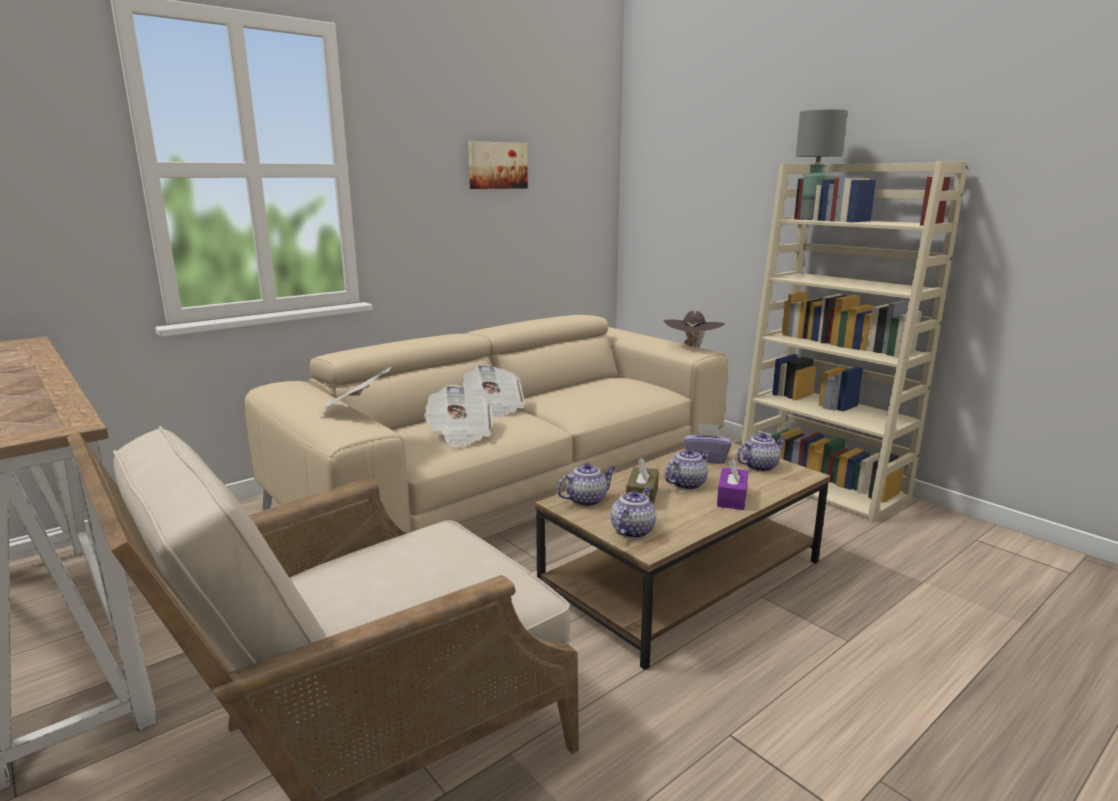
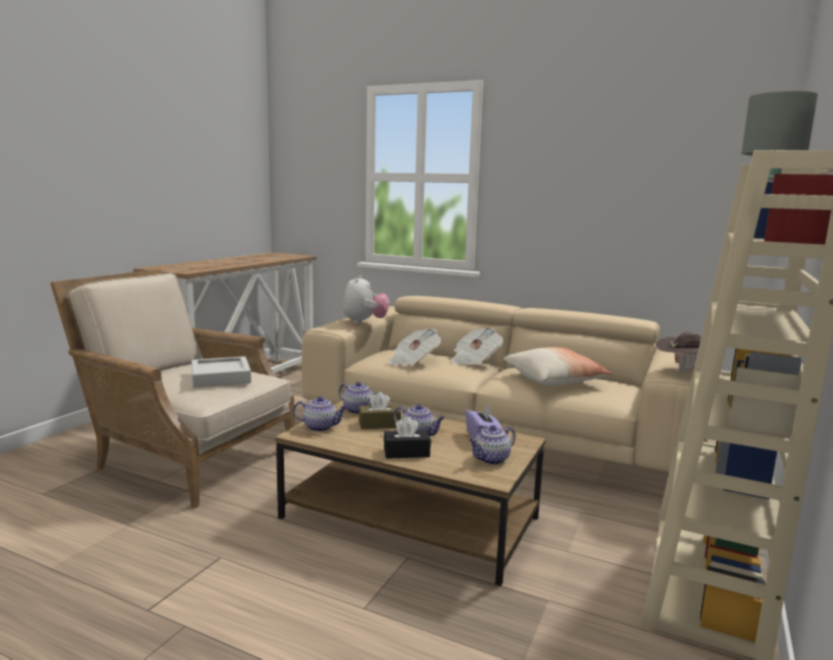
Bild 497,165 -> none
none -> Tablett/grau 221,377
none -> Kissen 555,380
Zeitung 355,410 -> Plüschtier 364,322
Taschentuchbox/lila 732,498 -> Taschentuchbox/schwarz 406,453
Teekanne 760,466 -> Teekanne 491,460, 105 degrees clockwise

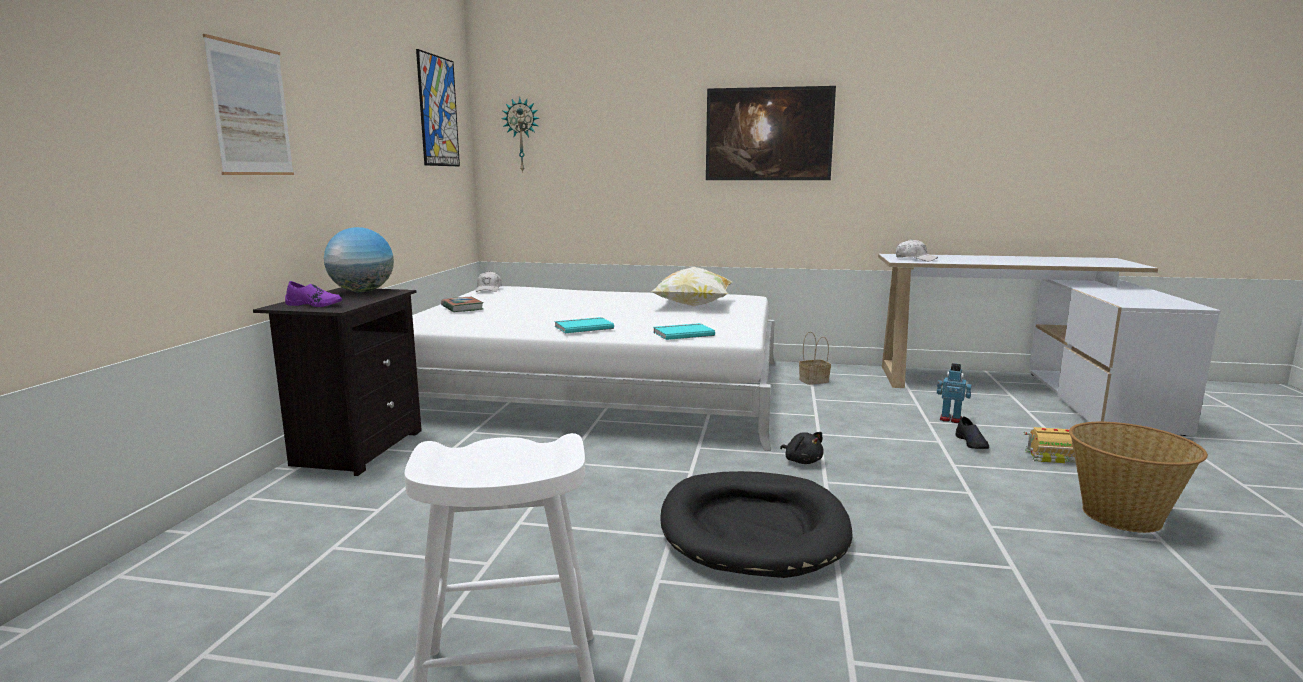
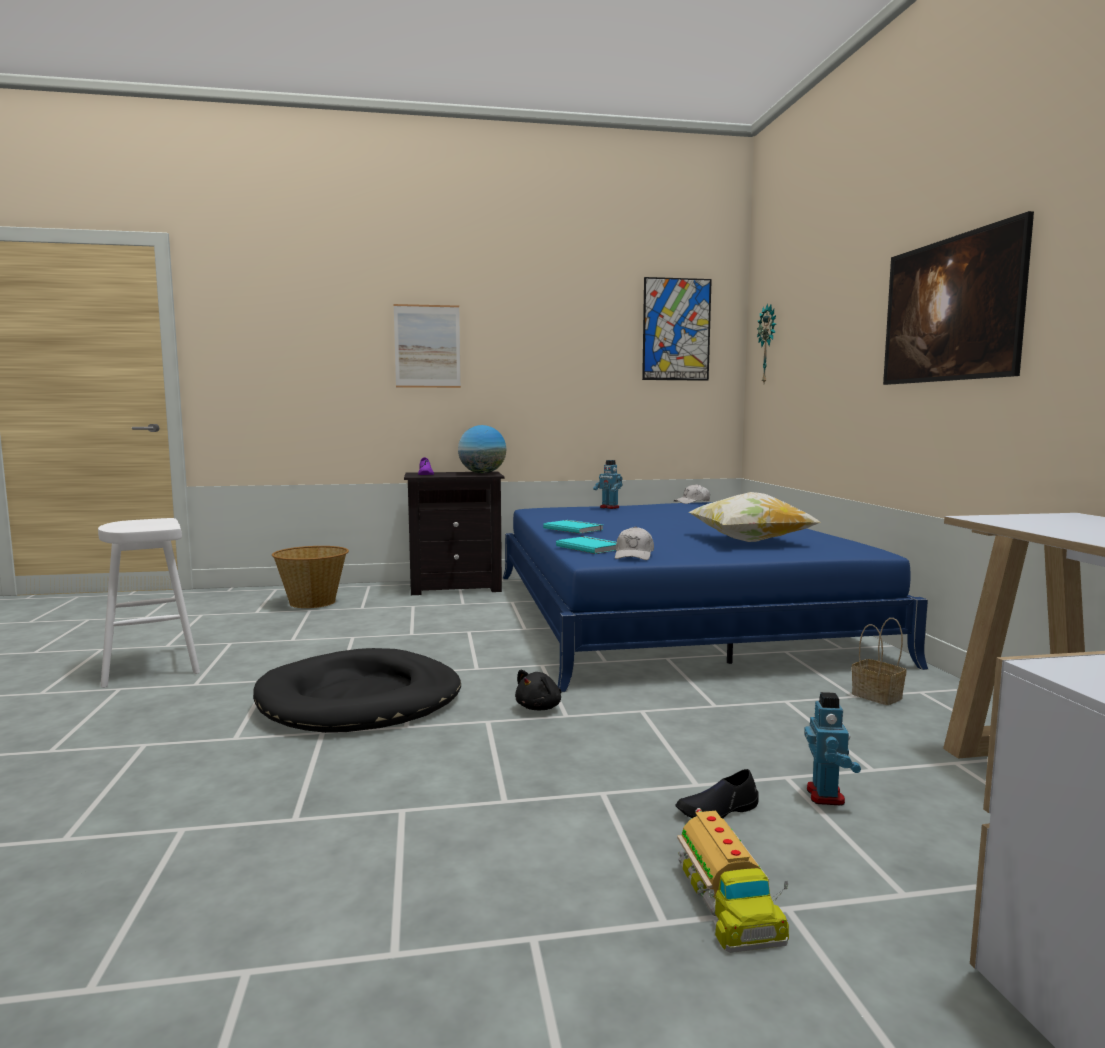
Kappe/weiß 915,259 -> Kappe/weiß 634,555, moved
Korb 1122,515 -> Korb 313,602, moved
Buch 462,308 -> Spielzeugroboter 609,508
Bett/weiß 595,389 -> Bett/blau 669,614

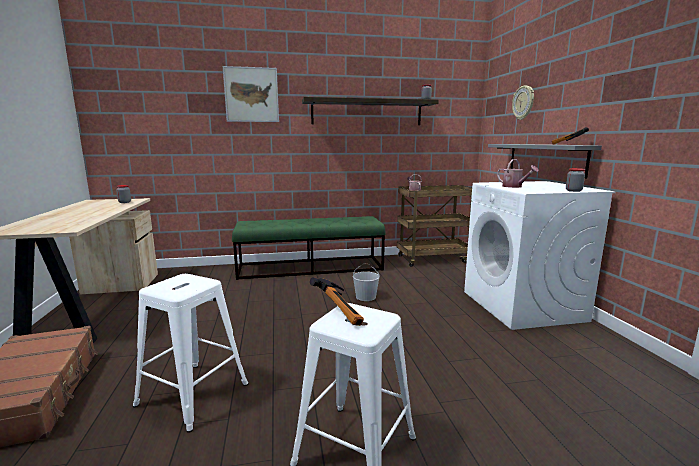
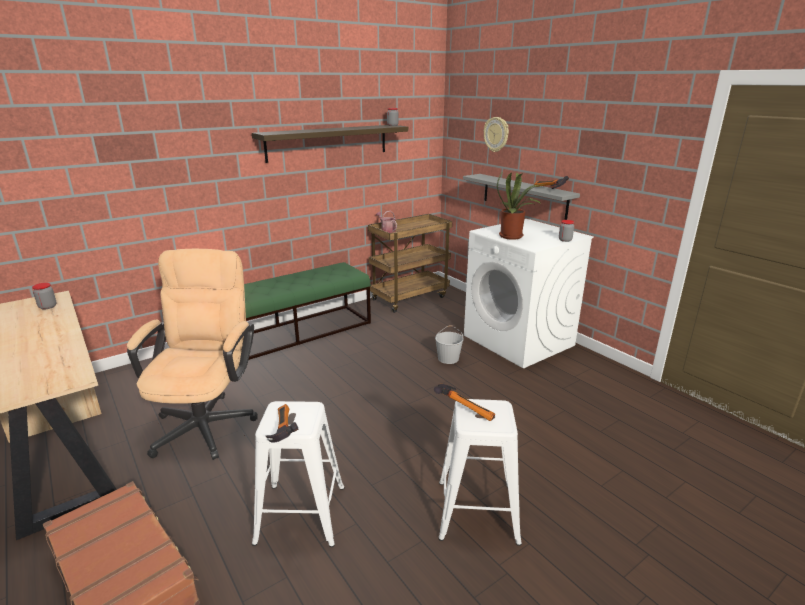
Bild 251,94 -> none
none -> Bürostuhl/beige 207,421
none -> Hammer 280,431
Eimer/weiß 366,297 -> Eimer/weiß 448,358, moved
Gießkanne 514,186 -> Topfpflanze 513,236

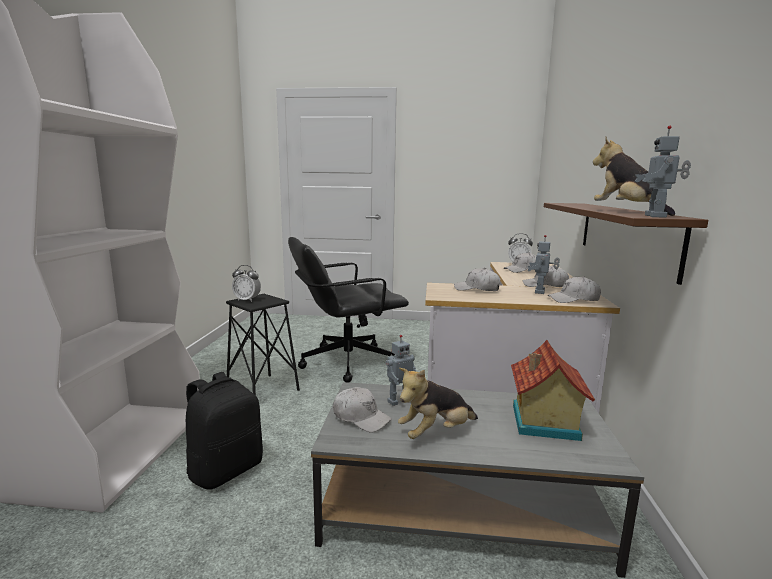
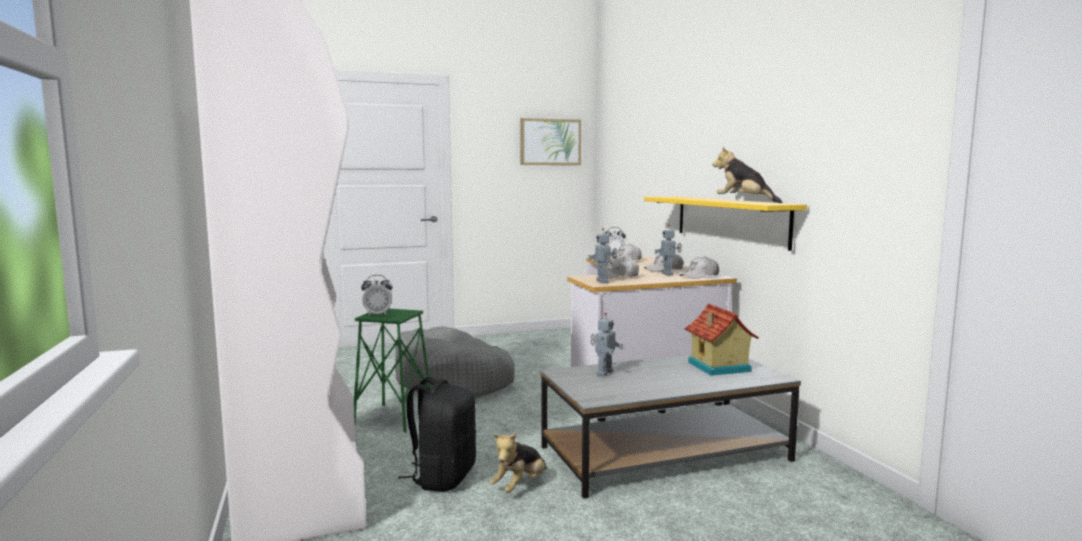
Kappe/weiß 361,417 -> none
none -> Bild 550,142
Plüschtier 436,433 -> Plüschtier 520,486, moved
Spielzeugroboter 657,216 -> Spielzeugroboter 603,281, moved
Bürostuhl/schwarz 346,362 -> Hundebett/grau 452,381
Hocker/schwarz 263,391 -> Hocker/grün 394,418
Wandregal/braun 624,234 -> Wandregal/gelb 729,220

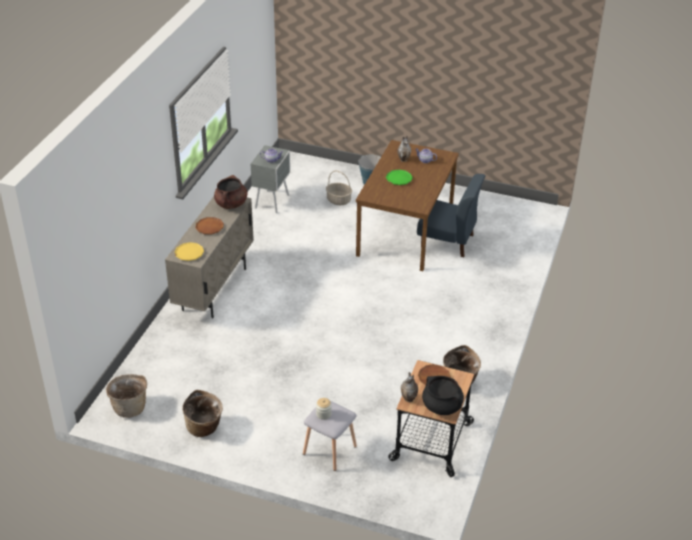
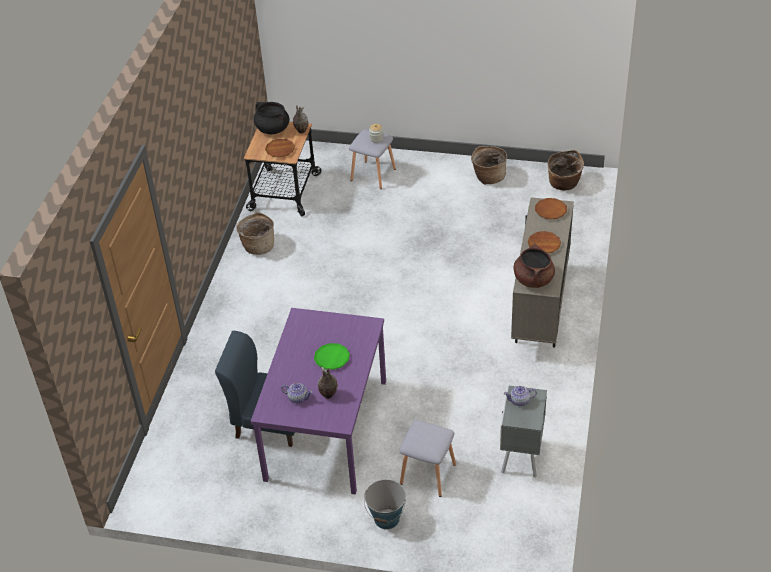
Korb 339,200 -> Hocker/grau 427,474
Teller/gelb 189,253 -> Teller/braun 550,210
Esstisch/braun 406,232 -> Esstisch/lila 326,428

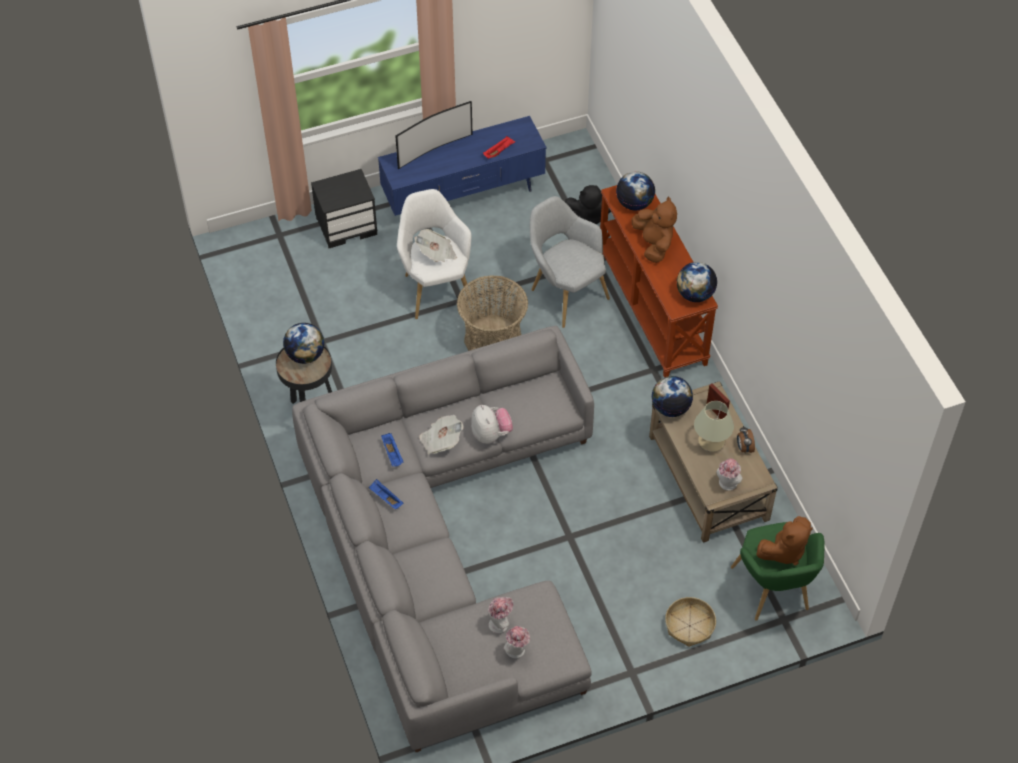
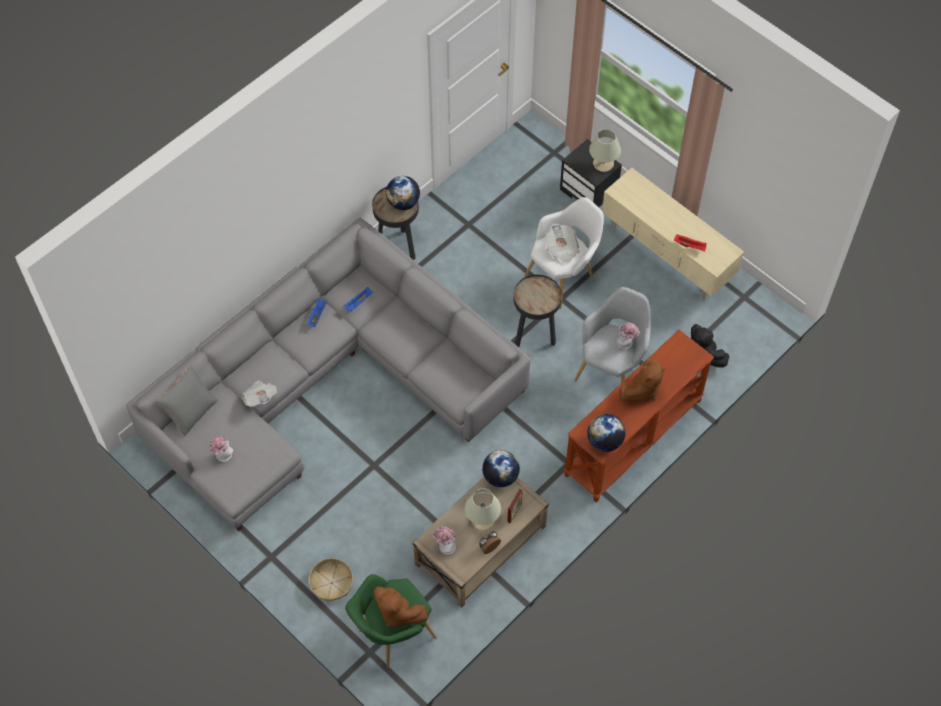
Fernseher 433,149 -> none
Plüschtier 491,434 -> none
Globus 634,203 -> none
none -> Kissen/grau 190,410
none -> Tischlampe/beige 603,164
Zeitung 441,441 -> Zeitung 260,397, moved
Hut 500,623 -> Hut 626,344, moved
Korb 493,339 -> Beistelltisch/schwarz 535,336
Fernsehschrank/blau 463,198 -> Fernsehschrank/beige 666,257

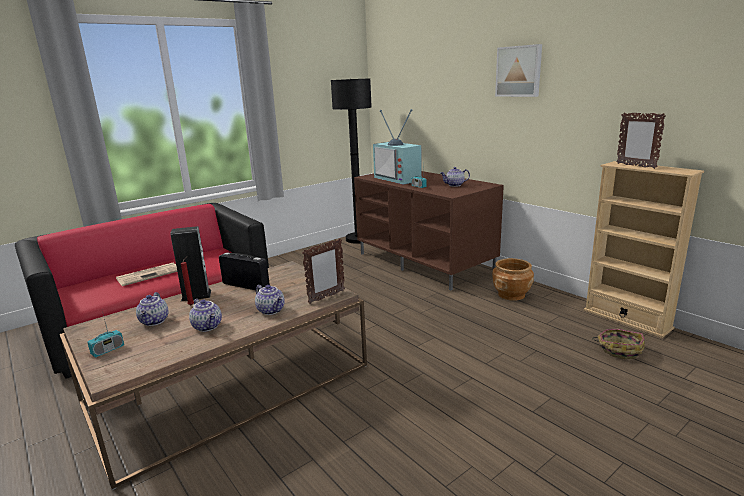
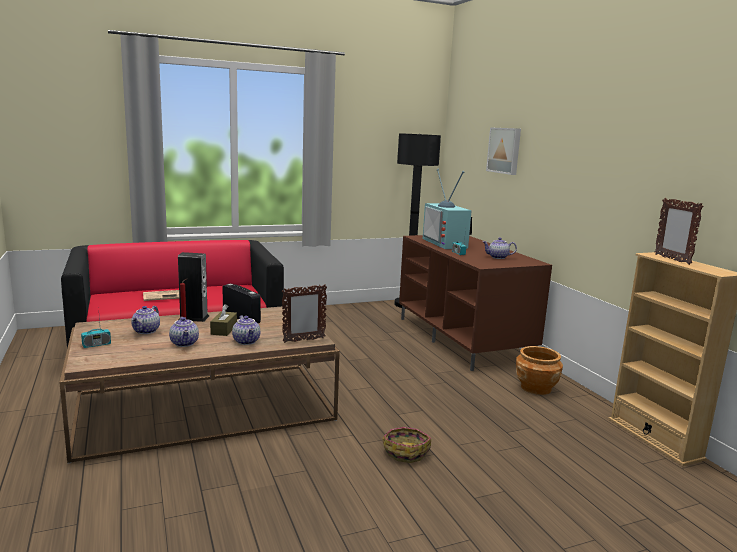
none -> Taschentuchbox/braun 224,329
Bild 519,71 -> Bild 505,150, moved
Korb 619,349 -> Korb 405,451, moved

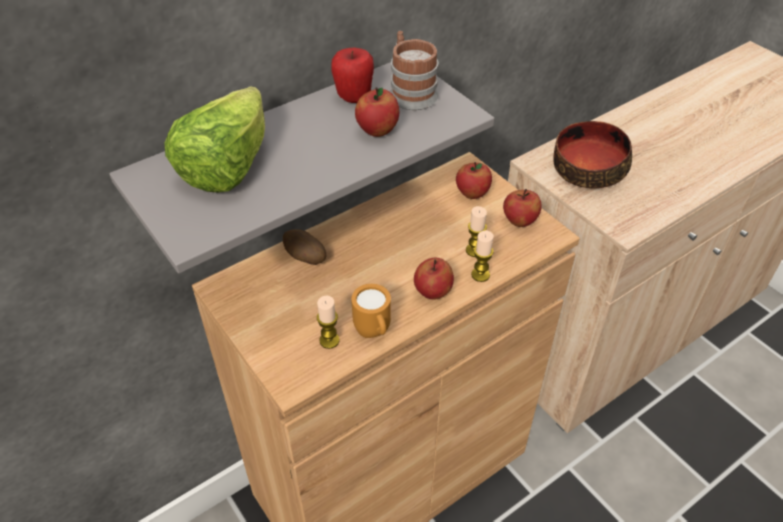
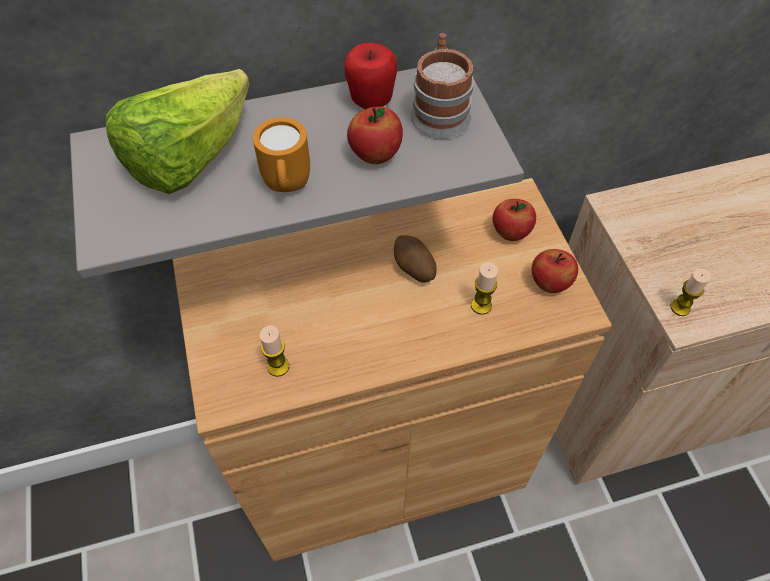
Apfel 432,292 -> none
Schüssel 588,168 -> none
Kartoffel 305,258 -> Kartoffel 414,269, moved
Henkelbecher/orange 374,333 -> Henkelbecher/orange 287,188, moved
Kerze 480,275 -> Kerze 680,307, moved

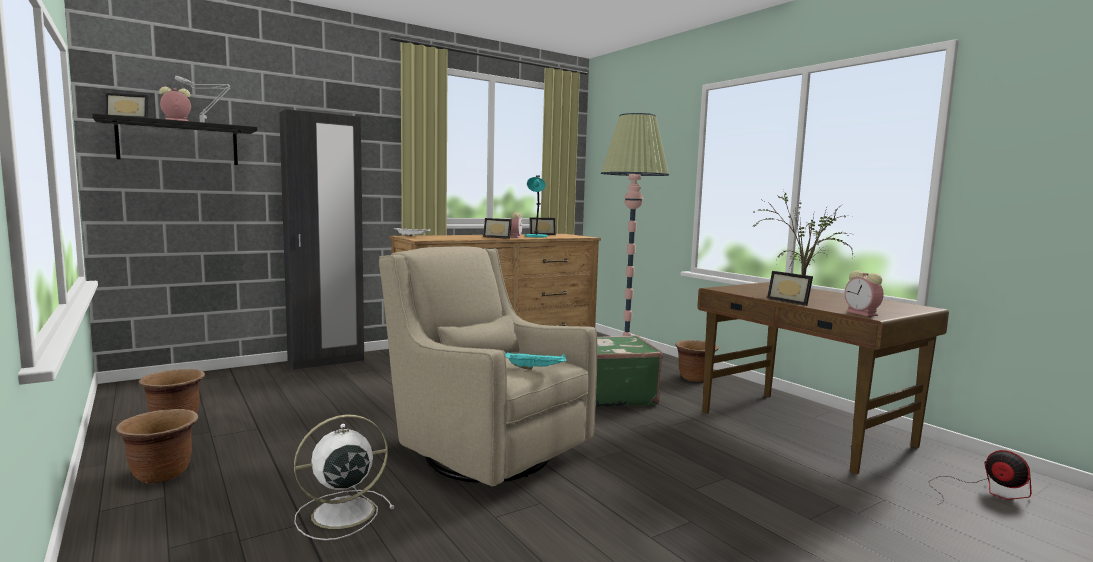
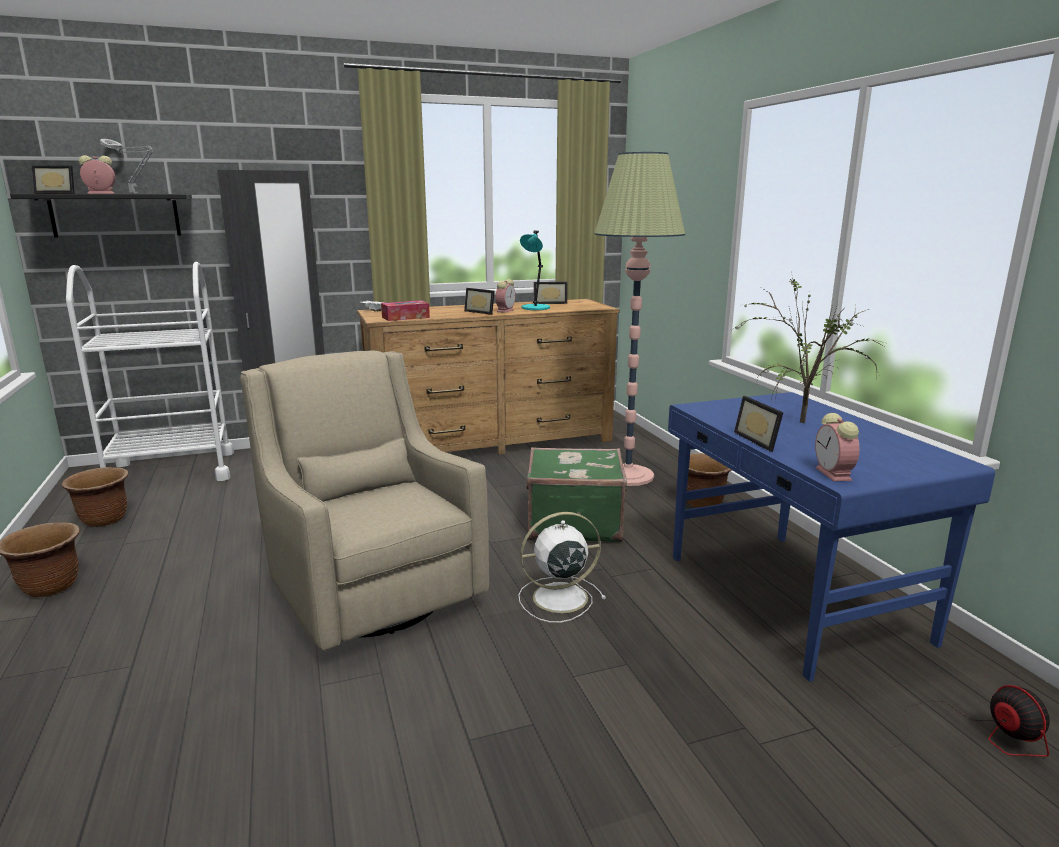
Tablett/türkis 535,368 -> none
none -> Rollwagen/weiß 172,471
none -> Taschentuchbox 405,317
Ventilator/weiß 340,513 -> Ventilator/weiß 557,598, moved
Schreibtisch/braun 803,429 -> Schreibtisch/blau 791,598

